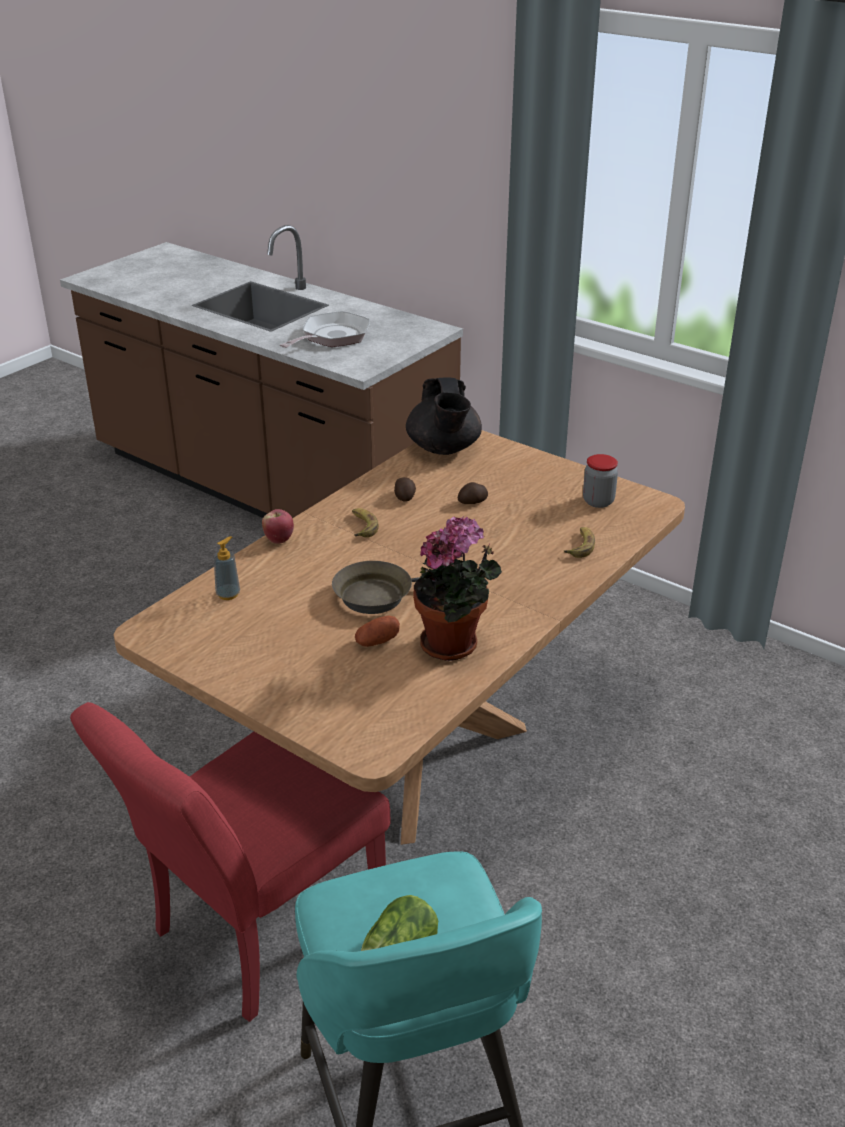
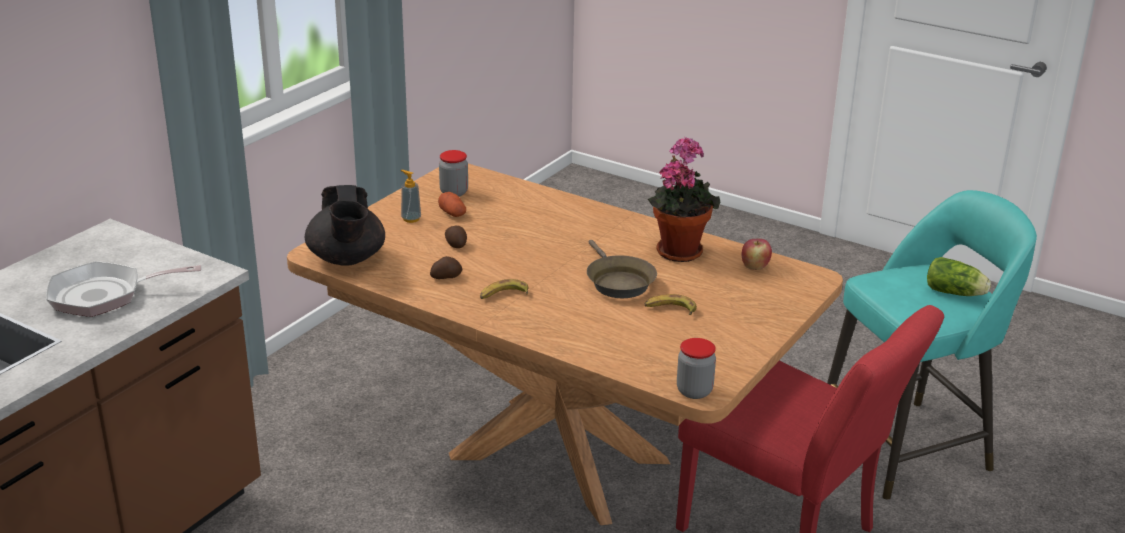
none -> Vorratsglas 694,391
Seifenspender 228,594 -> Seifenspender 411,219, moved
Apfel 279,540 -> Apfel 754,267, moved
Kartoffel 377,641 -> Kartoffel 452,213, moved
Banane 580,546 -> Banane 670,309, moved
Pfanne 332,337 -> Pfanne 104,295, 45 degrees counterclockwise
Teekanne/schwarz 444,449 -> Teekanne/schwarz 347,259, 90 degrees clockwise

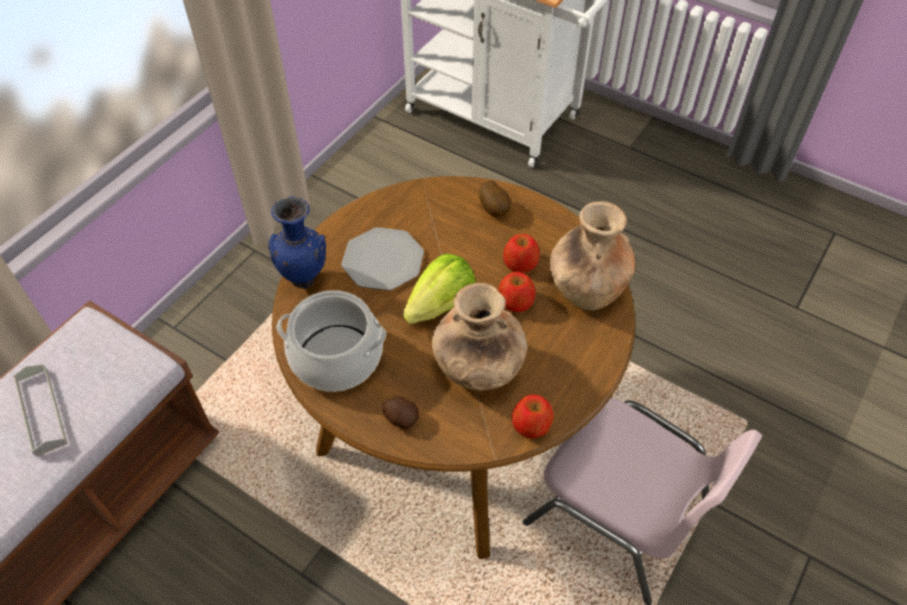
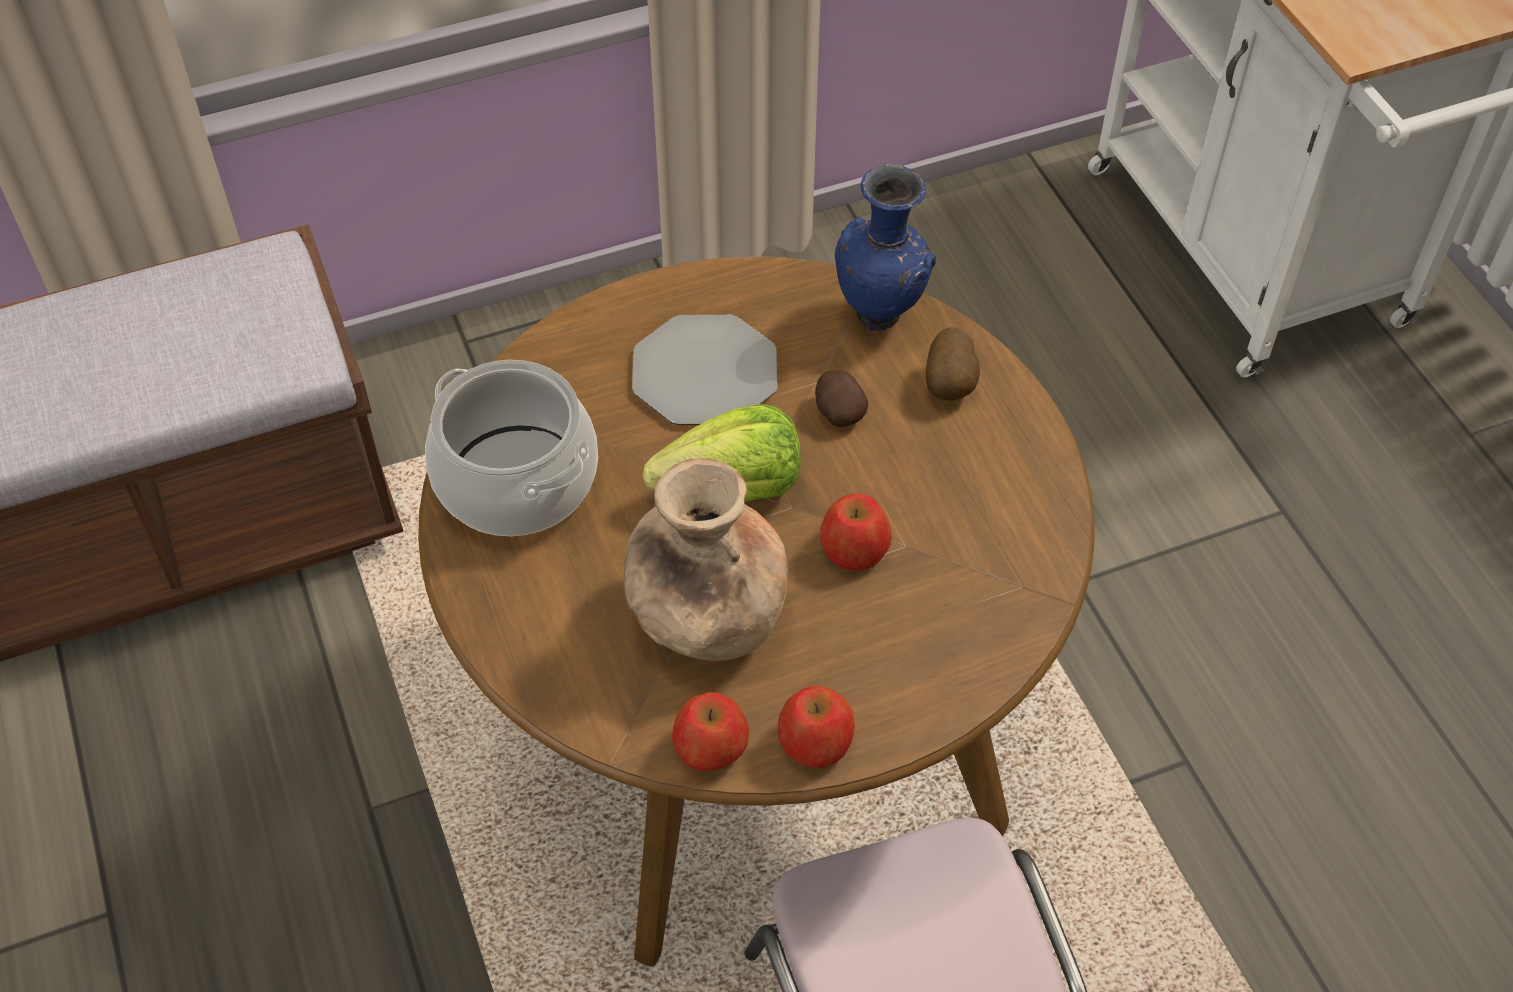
Tablett/grau 41,411 -> none
Vase/braun 587,286 -> none
Vase/blau 305,278 -> Vase/blau 881,316, moved
Kartoffel 400,418 -> Kartoffel 838,411, moved
Apfel 520,263 -> Apfel 815,742, moved

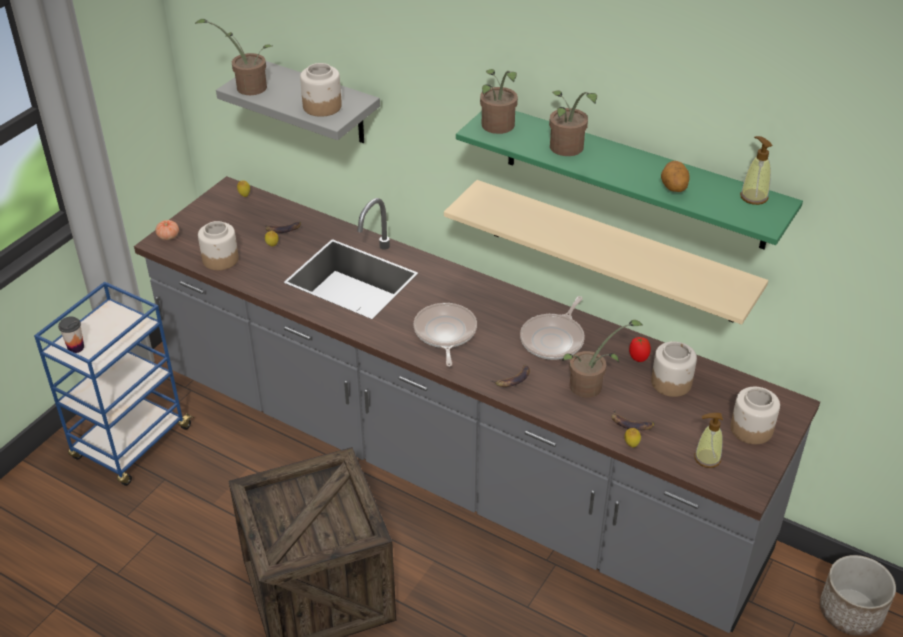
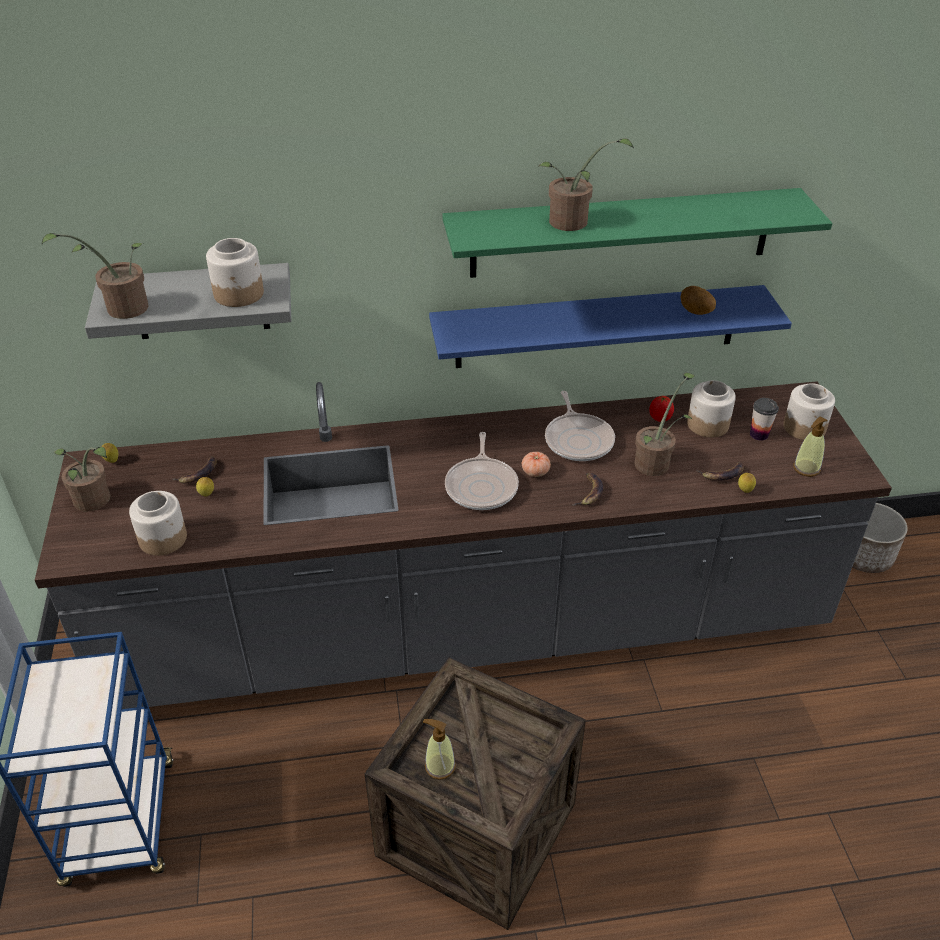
Tasse 76,347 -> Tasse 759,434, moved
Tomate 168,236 -> Tomate 535,472, moved
Topfpflanze 498,127 -> Topfpflanze 94,502, moved
Kartoffel 673,188 -> Kartoffel 695,312, moved
Seifenspender 753,197 -> Seifenspender 439,766, moved
Wandregal/beige 612,251 -> Wandregal/blau 597,327
Pfanne 445,333 -> Pfanne 482,486, 135 degrees counterclockwise

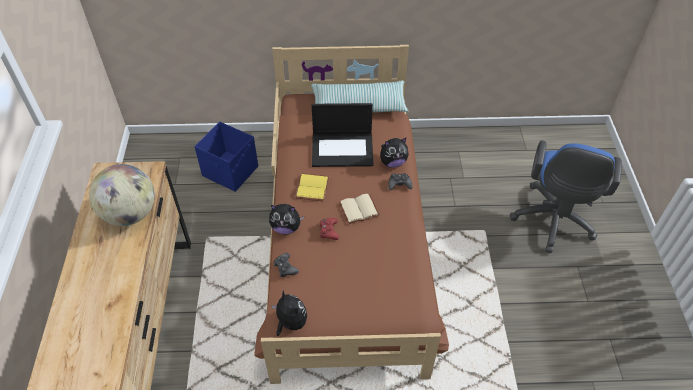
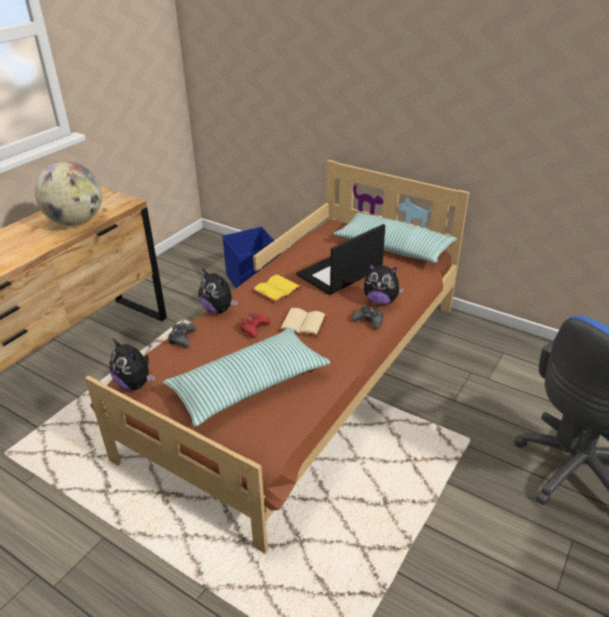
none -> Kissen 249,385
Plüschtier 290,323 -> Plüschtier 135,384, 135 degrees clockwise
Laptop 343,149 -> Laptop 339,273, 105 degrees clockwise

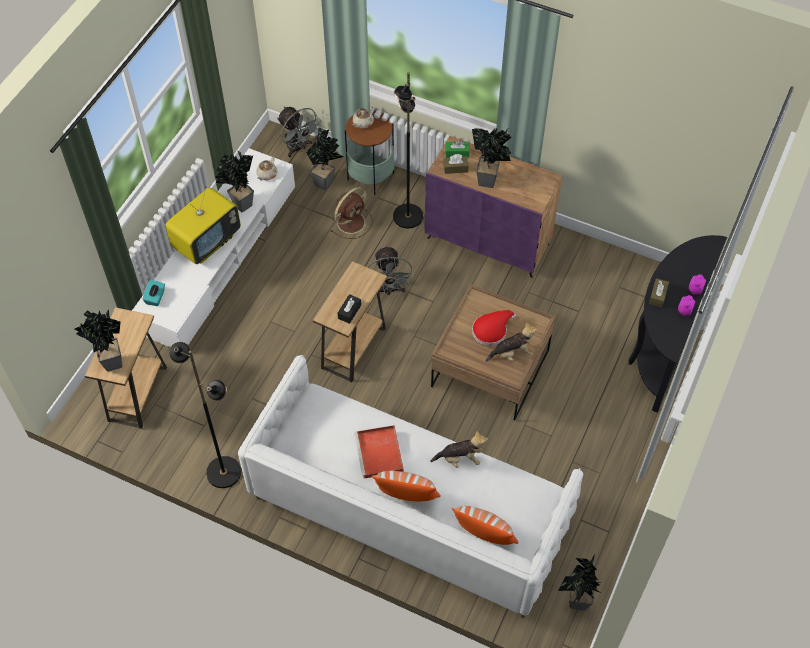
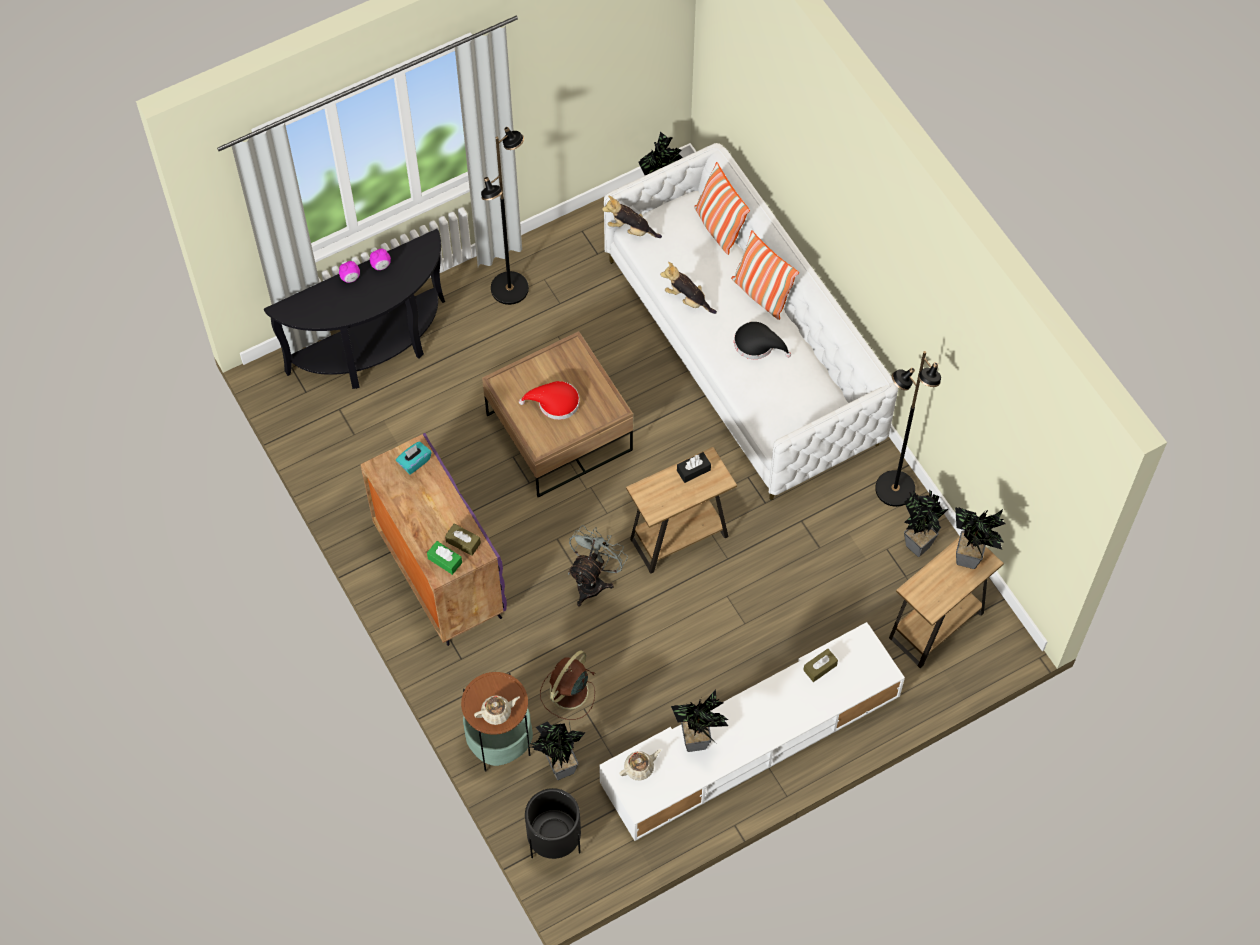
Fernseher 207,241 -> none
Taschentuchbox/türkis 155,298 -> Taschentuchbox/türkis 414,462, moved
Stehlampe/schwarz 407,216 -> Stehlampe/schwarz 510,289, moved
Topfpflanze 489,183 -> Topfpflanze 916,542, moved
Plüschtier 512,353 -> Plüschtier 631,229, moved
Taschentuchbox/braun 658,296 -> Taschentuchbox/braun 820,668, moved
Ventilator/grau 298,148 -> Pflanzkübel/schwarz 554,842
Tablett/rot 380,454 -> Hut/schwarz 757,344
Ventilator/braun 352,222 -> Ventilator/braun 568,693, 45 degrees counterclockwise

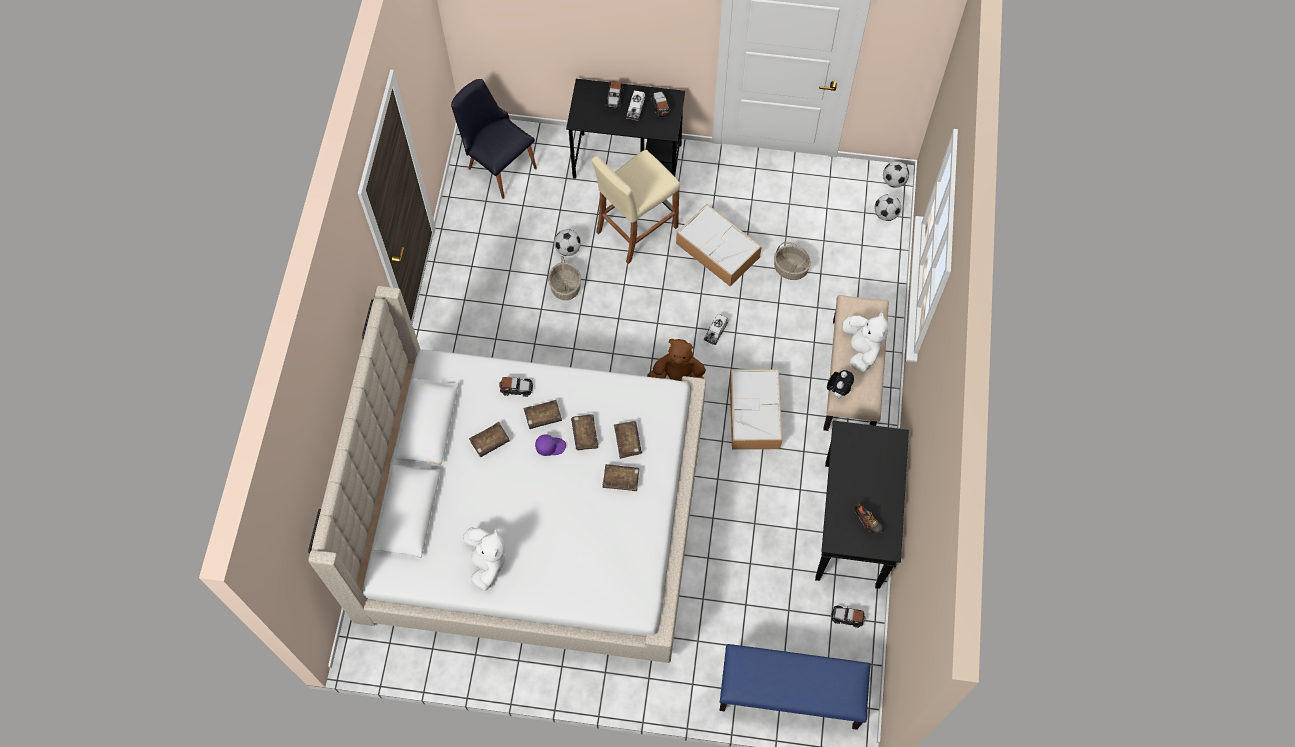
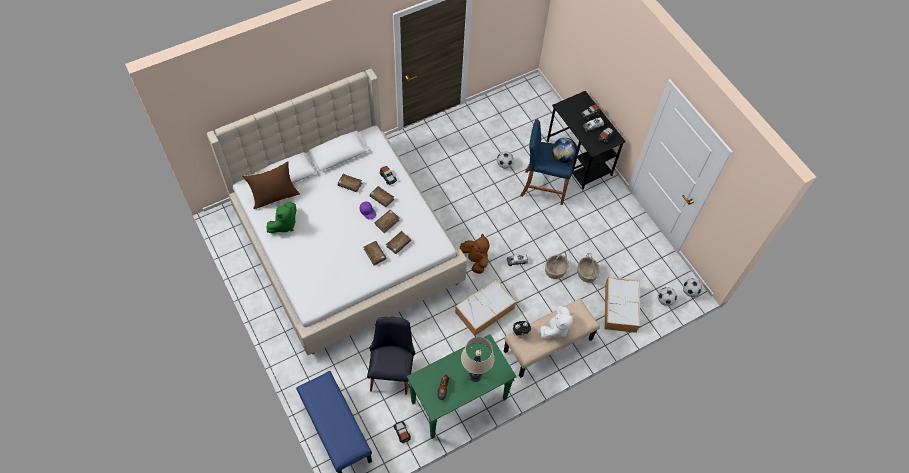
none -> Kissen/braun 274,196
none -> Tischlampe/beige 475,375
none -> Globus 562,157
Stuhl/schwarz 497,164 -> Stuhl/schwarz 392,369, moved
Korb 565,287 -> Korb 555,271, moved
Aufbewahrungsbox 719,251 -> Aufbewahrungsbox 620,308, moved
Plüschtier/weiß 487,562 -> Plüschtier/grün 284,224
Hocker/beige 636,229 -> Hocker/blau 544,187
Konsolentisch/schwarz 852,525 -> Konsolentisch/grün 458,401

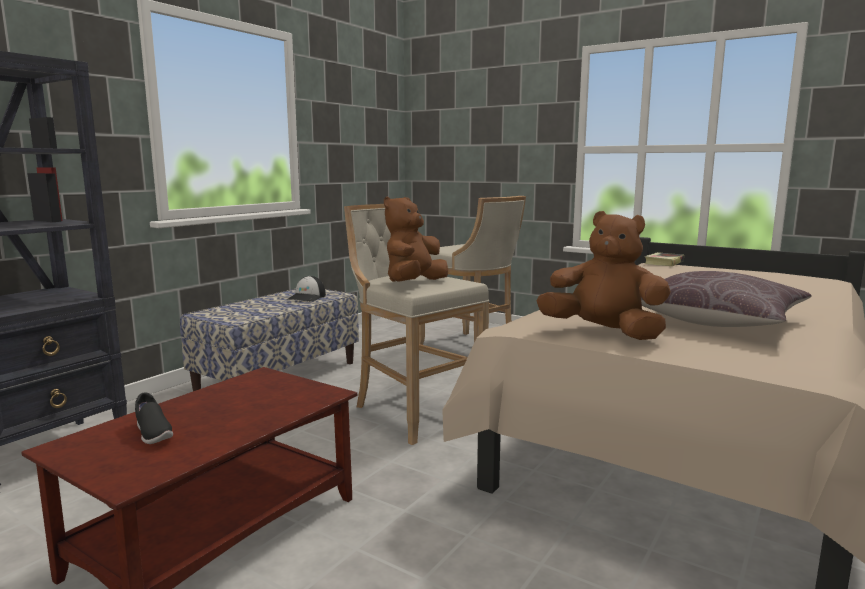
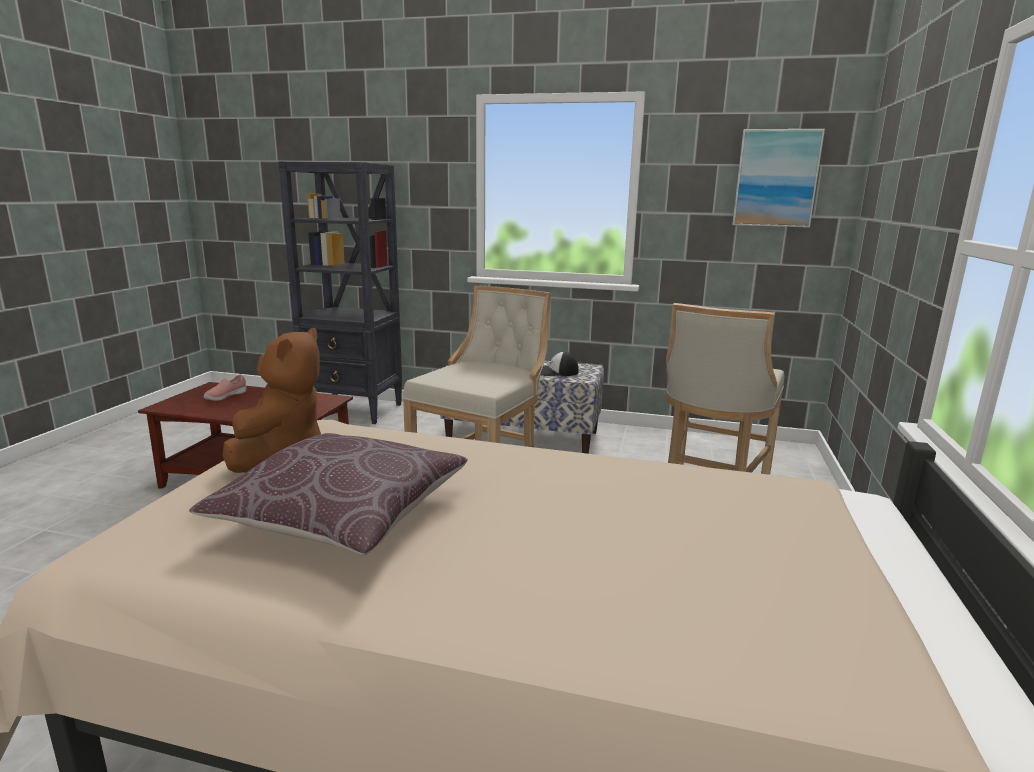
Plüschtier/braun 414,284 -> none
Buch 664,262 -> none
none -> Bild 776,178
Schuh/schwarz 153,434 -> Schuh/rosa 225,397

